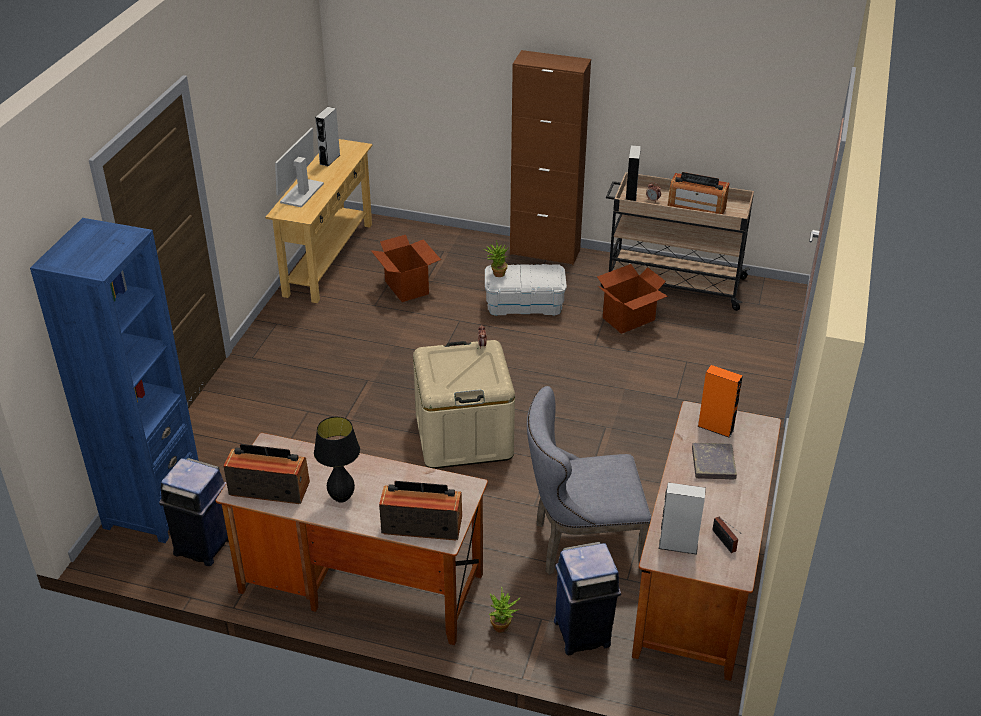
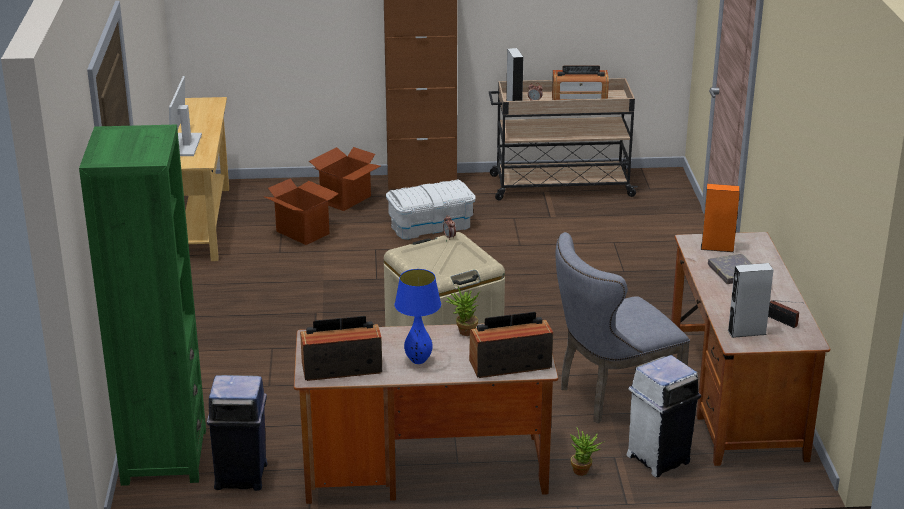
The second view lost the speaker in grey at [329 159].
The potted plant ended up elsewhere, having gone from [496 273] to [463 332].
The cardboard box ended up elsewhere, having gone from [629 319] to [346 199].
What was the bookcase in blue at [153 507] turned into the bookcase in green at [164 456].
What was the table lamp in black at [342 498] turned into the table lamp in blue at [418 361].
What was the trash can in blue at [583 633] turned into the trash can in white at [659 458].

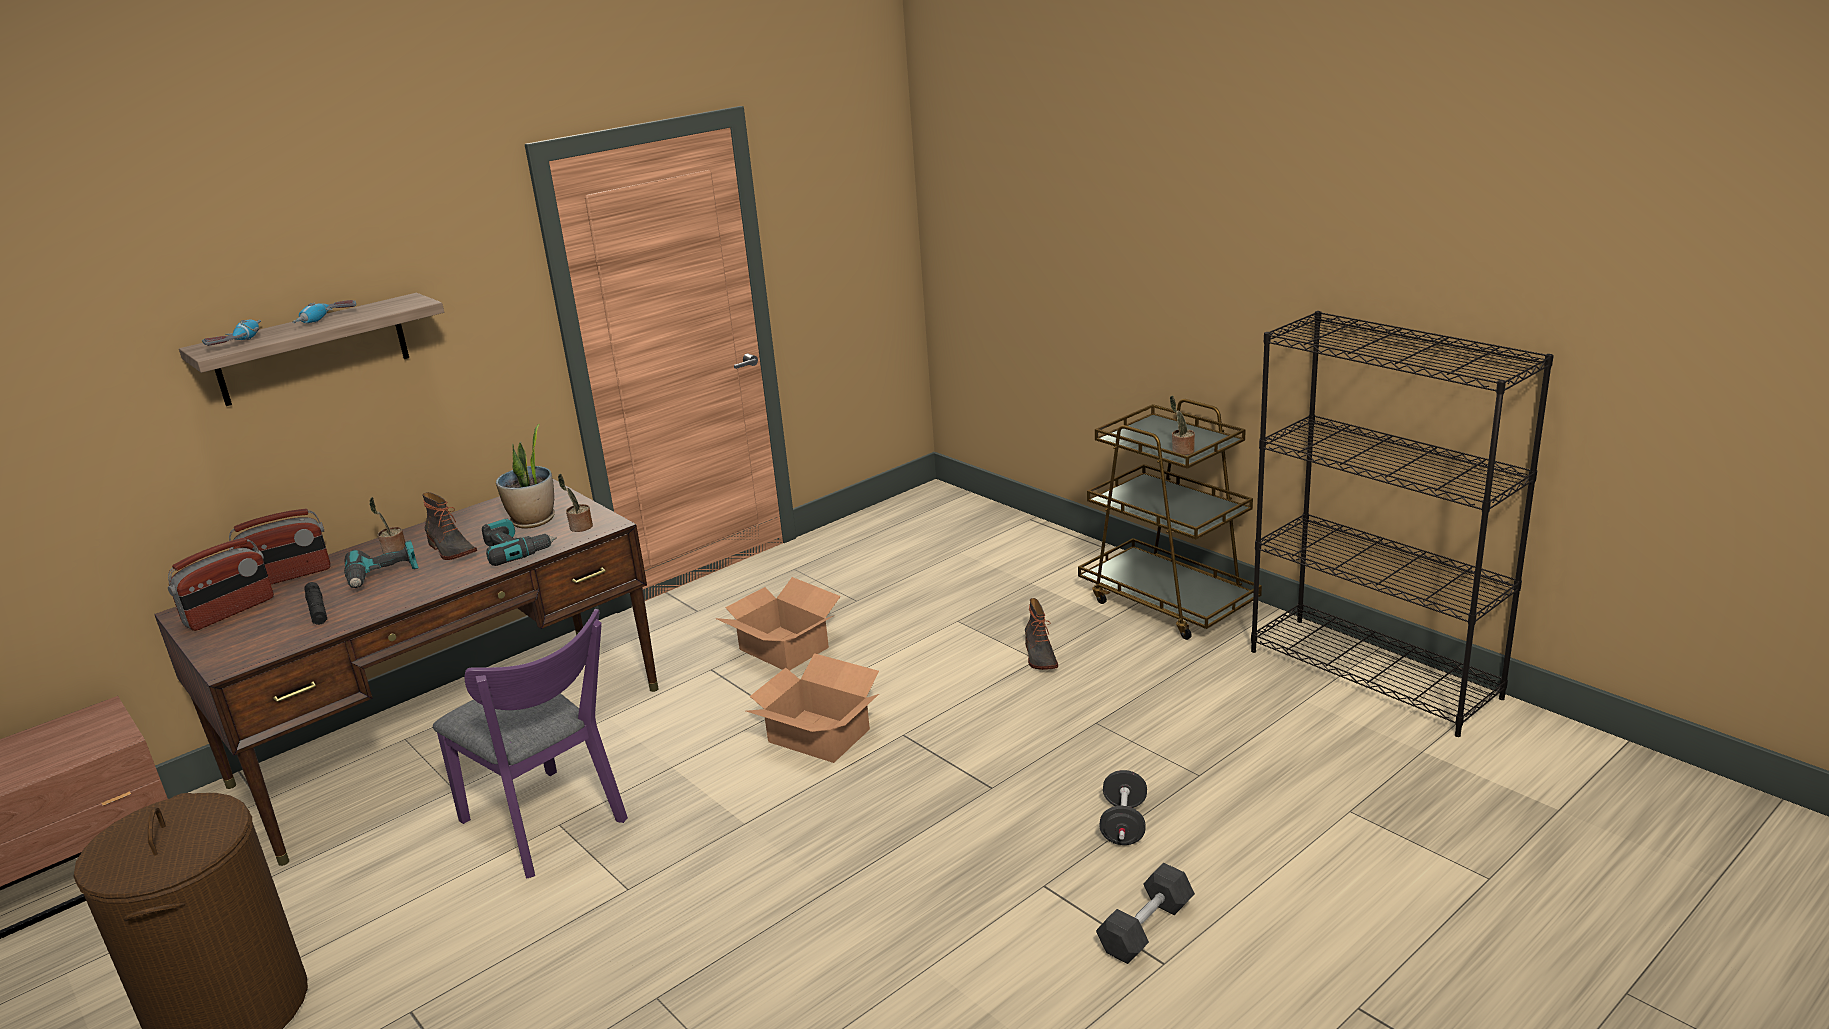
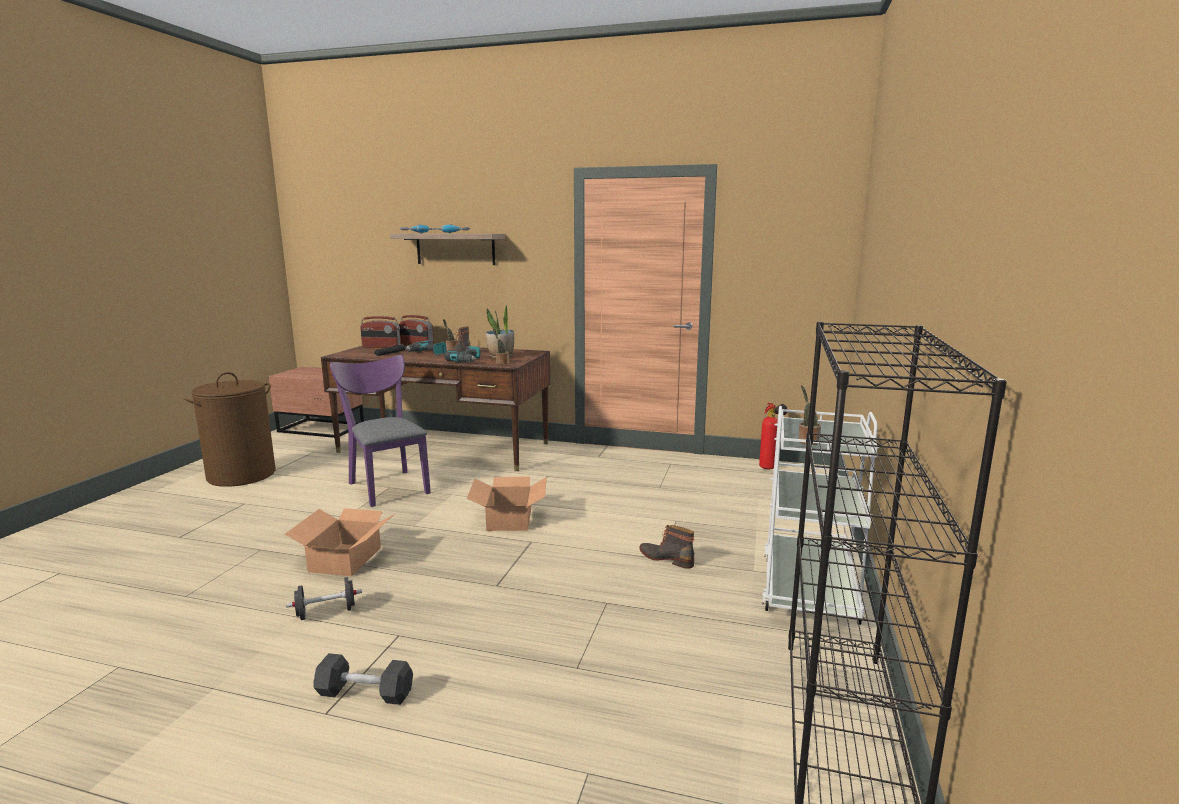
The second view gained the fire extinguisher at [770 467].
The cardboard box ended up elsewhere, having gone from [784 648] to [346 559].
The dumbbell in black ended up elsewhere, having gone from [1123 825] to [326 612].
What was the cart in brown at [1168 602] turned into the cart in white at [809 588].
The chair in purple at [549 826] ended up facing another way, 135 degrees clockwise from before.
The boot at [1039 656] ended up facing another way, 75 degrees clockwise from before.

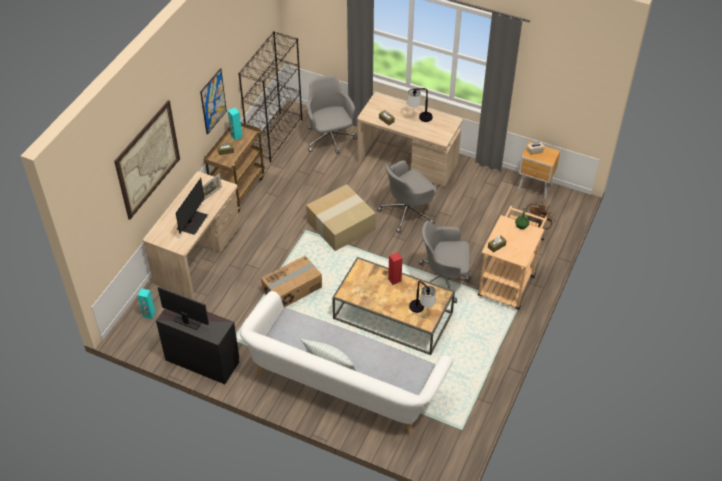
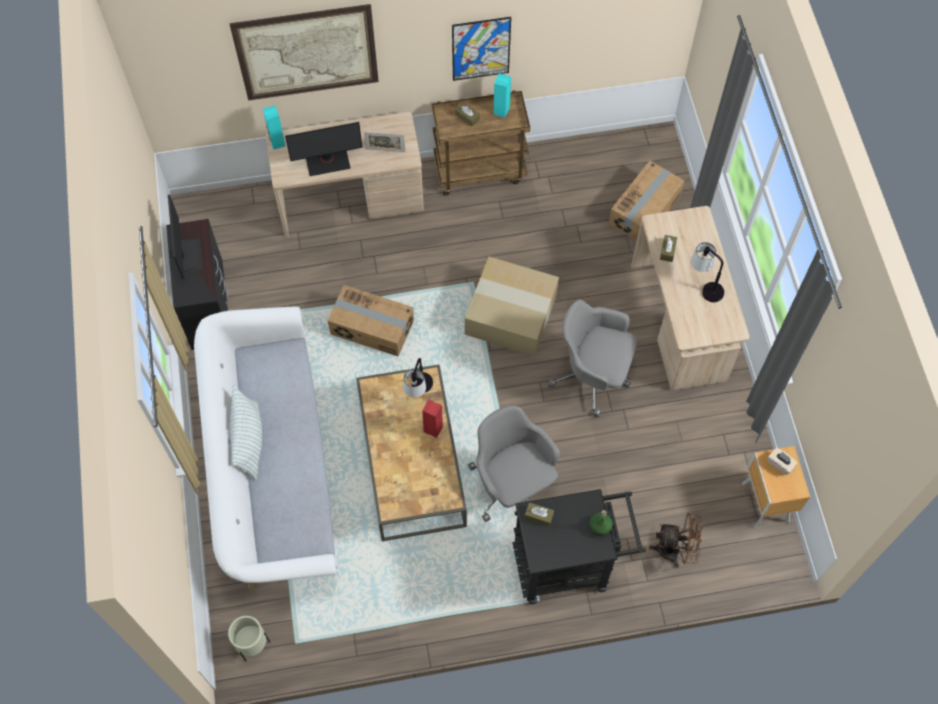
The second view lost the bookcase in black at [275 136].
The second view gained the planter in beige at [253 645].
The speaker in turquoise ended up elsewhere, having gone from [149 314] to [277 142].
The table lamp ended up elsewhere, having gone from [421 311] to [419 392].
Where the office chair in grey stood at [330 139], the cardboard box came to stand at [645 210].
What was the cart in beige at [508 281] turned into the cart in black at [569 563].

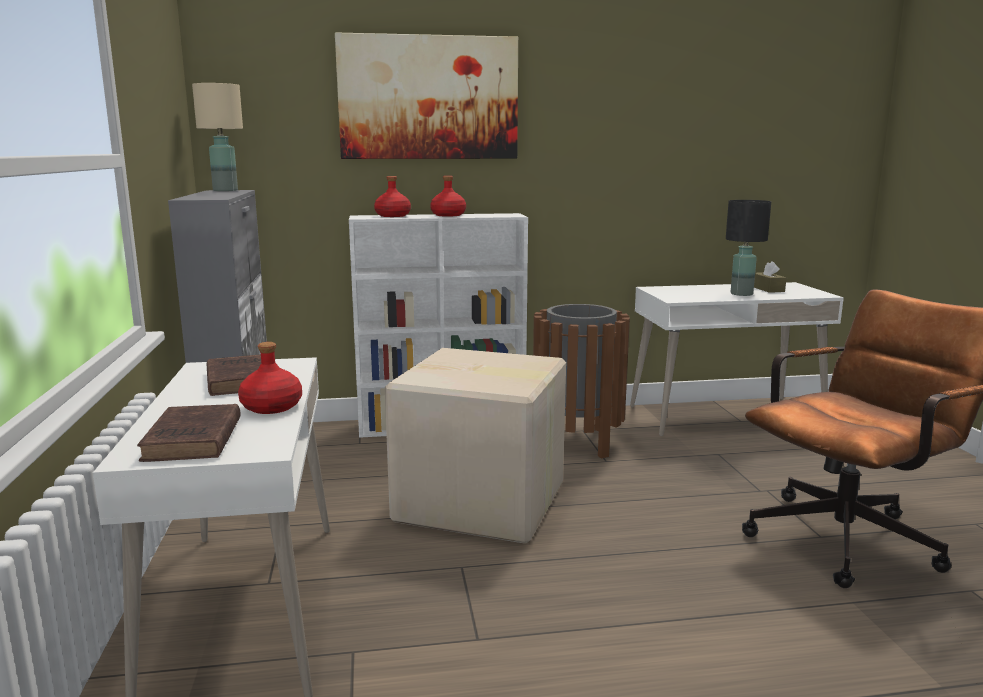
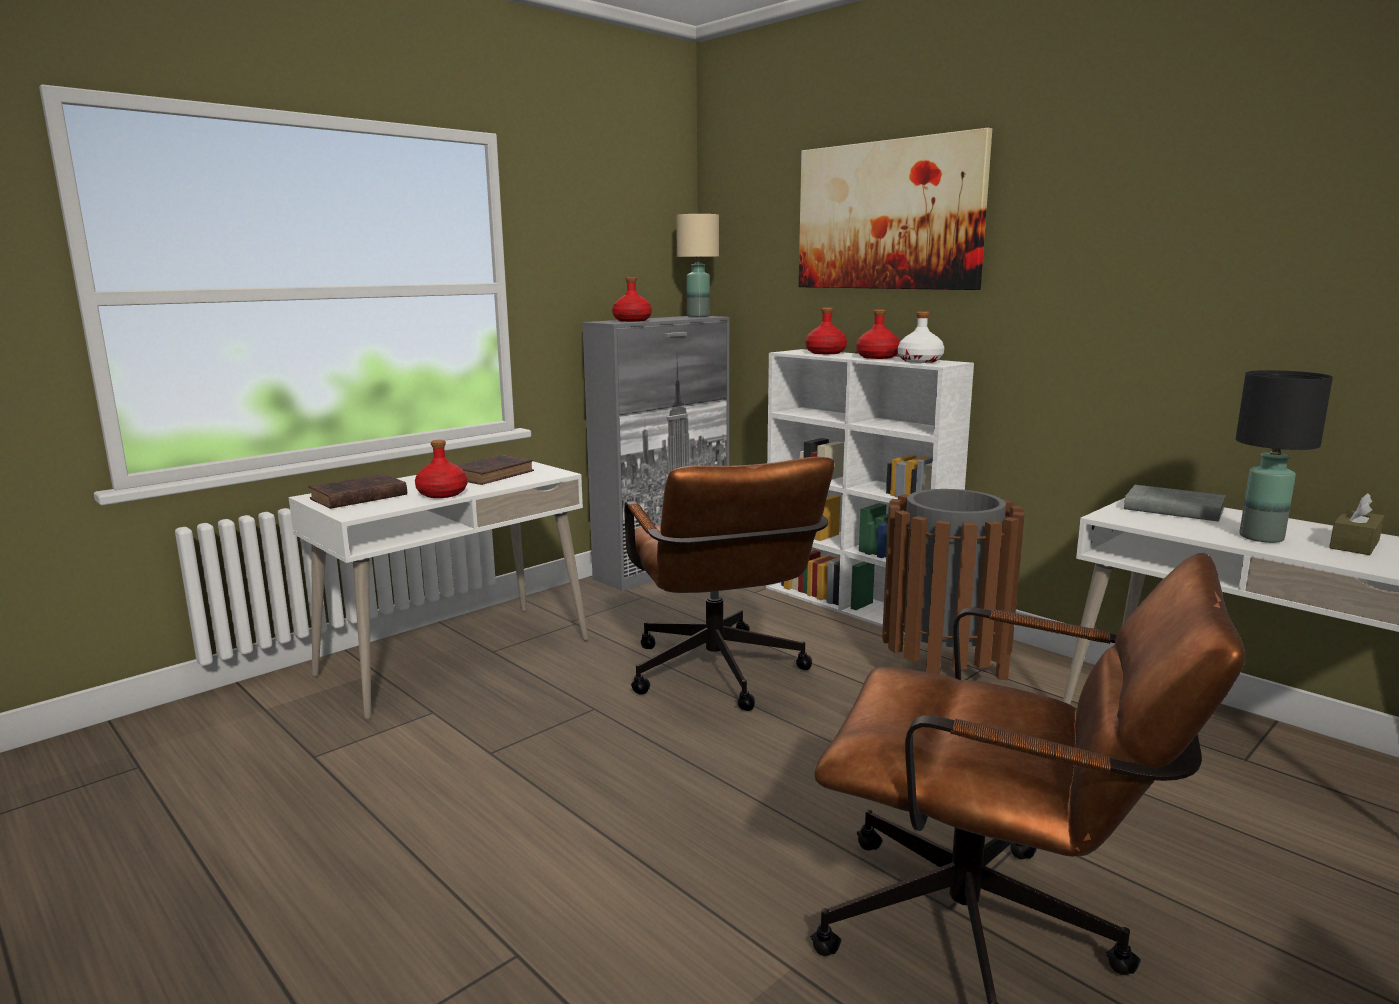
The second view gained the bottle in red at [632 320].
The second view gained the bottle in white at [919 361].
The second view gained the book in grey at [1170 509].
Where the cardboard box stood at [482 503], the office chair in brown came to stand at [720 678].

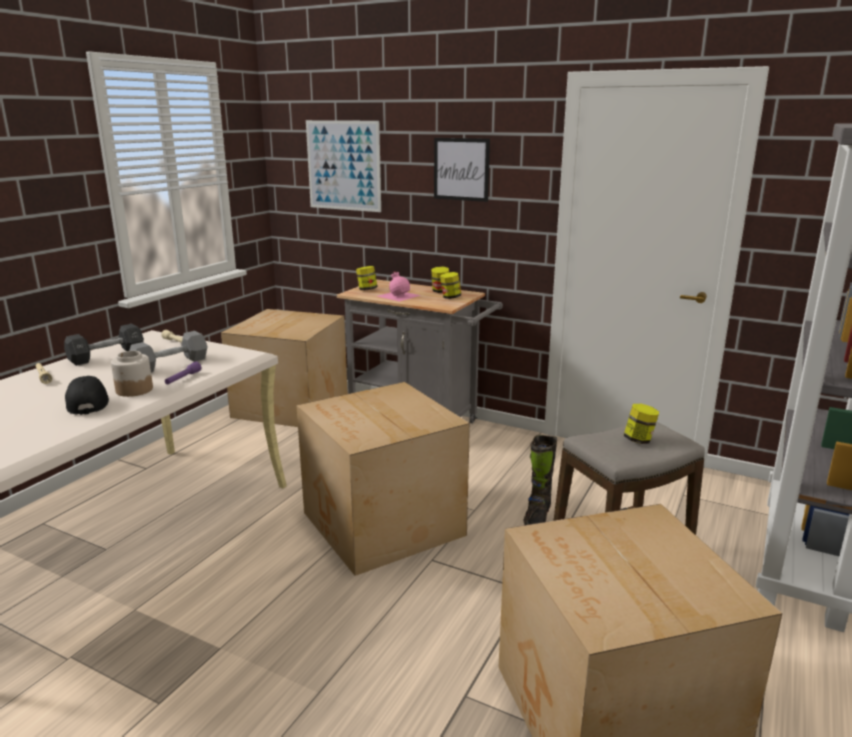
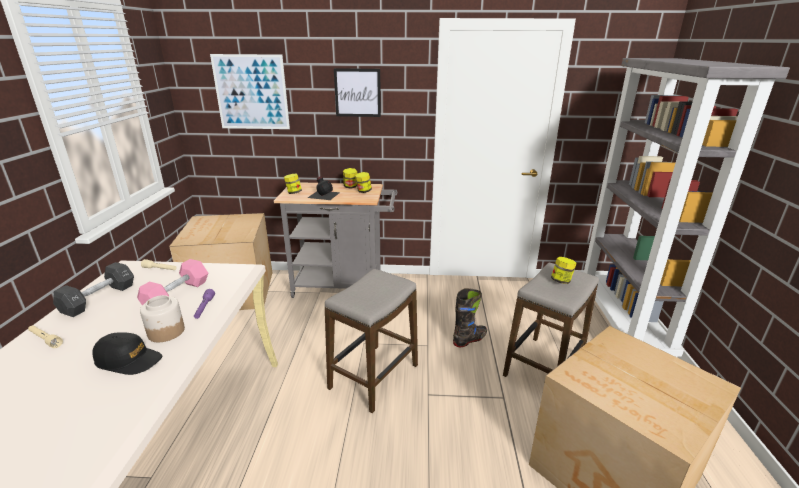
Where the cardboard box stood at [382 525], the stool came to stand at [374 377].
What was the dumbbell in grey at [170 364] turned into the dumbbell in pink at [177 295].
What was the bottle in pink at [398 295] turned into the bottle in black at [323 194].
The cap in black at [88 403] ended up facing another way, 150 degrees clockwise from before.
The boot in black at [537 517] ended up facing another way, 120 degrees counterclockwise from before.

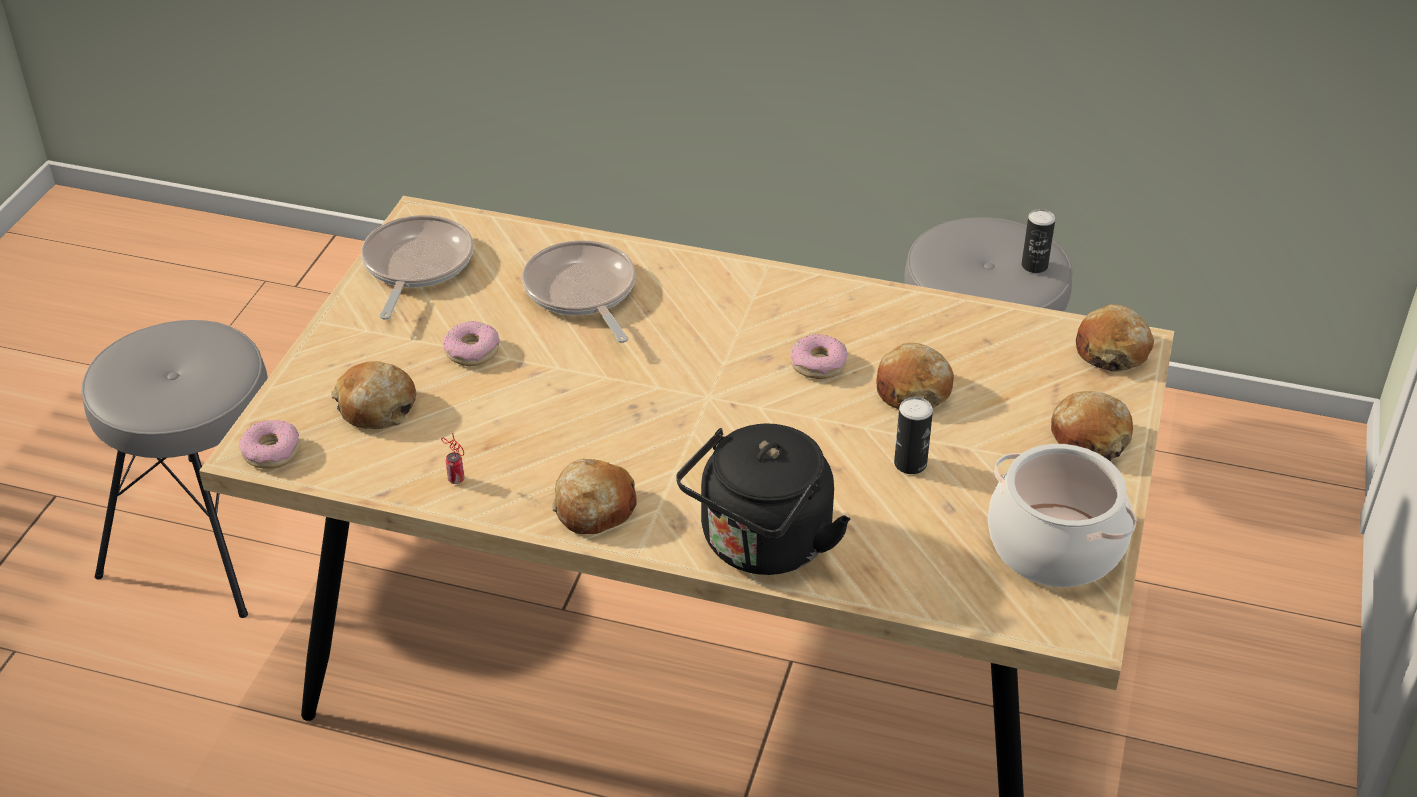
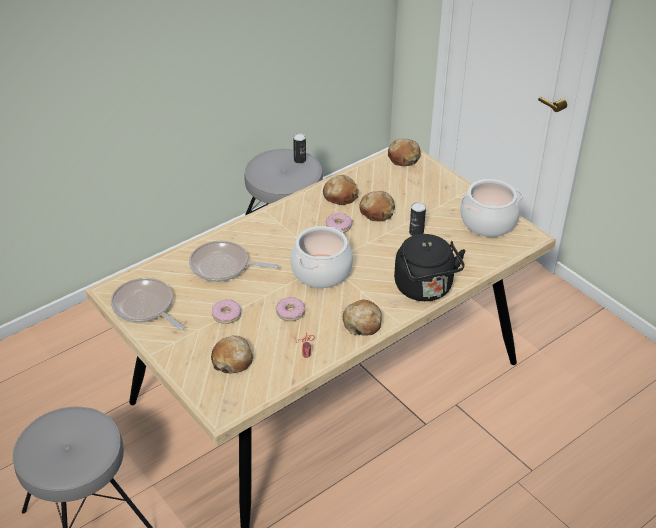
The second view gained the cooking pot at [321 272].
The donut ended up elsewhere, having gone from [272 451] to [290 312].
The bread ended up elsewhere, having gone from [1089 438] to [340 195].

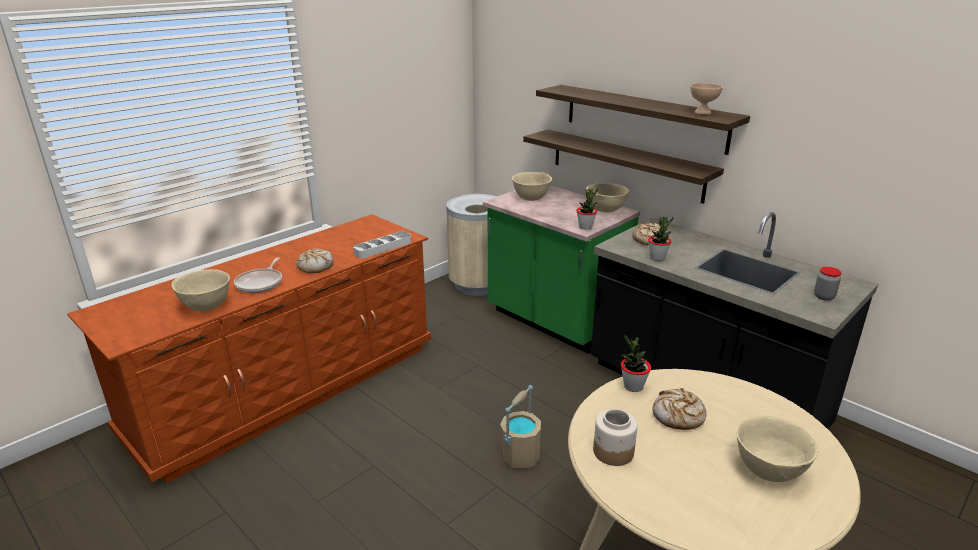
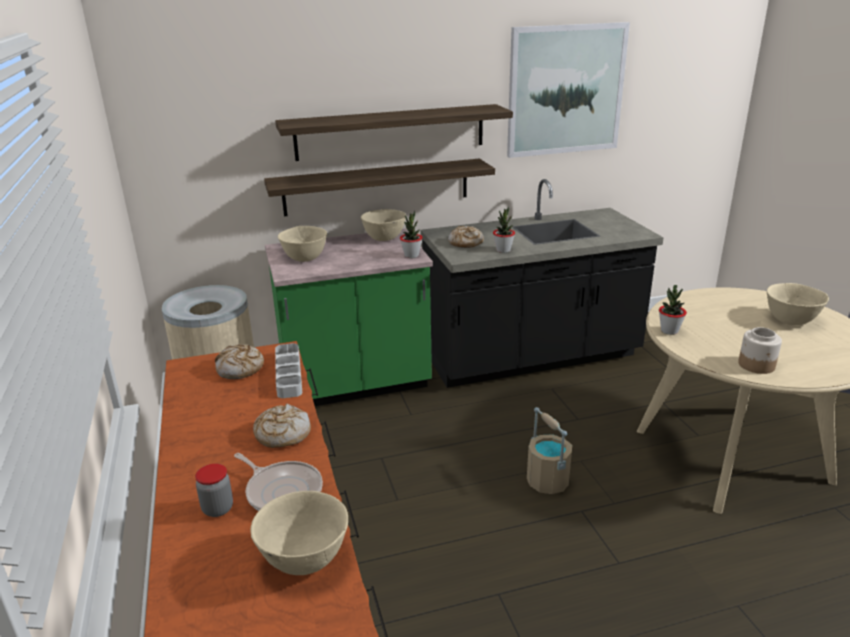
The second view lost the bowl in beige at [702 113].
The second view gained the picture at [565 90].
The bread ended up elsewhere, having gone from [678 416] to [240 368].
The jar ended up elsewhere, having gone from [824 296] to [218 509].

